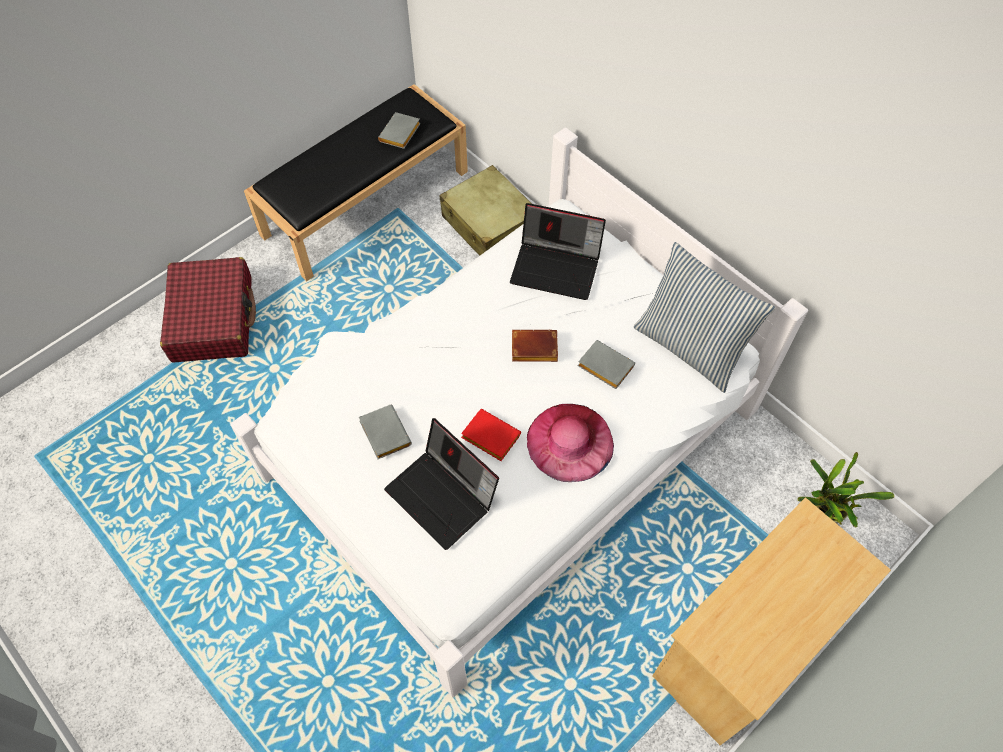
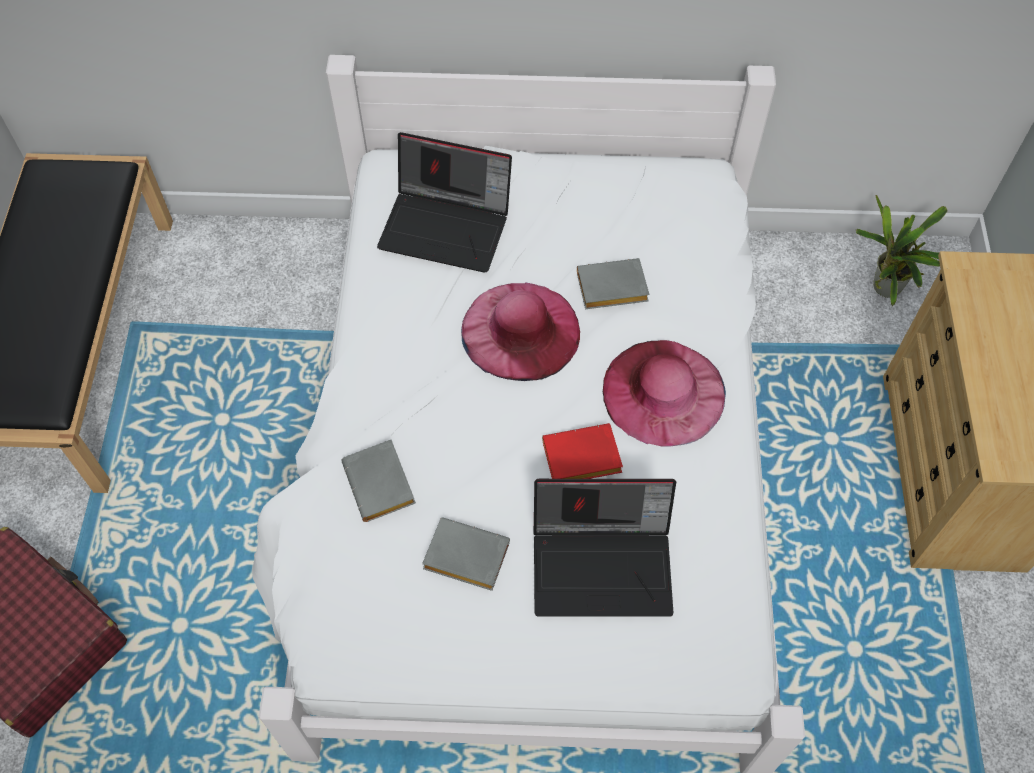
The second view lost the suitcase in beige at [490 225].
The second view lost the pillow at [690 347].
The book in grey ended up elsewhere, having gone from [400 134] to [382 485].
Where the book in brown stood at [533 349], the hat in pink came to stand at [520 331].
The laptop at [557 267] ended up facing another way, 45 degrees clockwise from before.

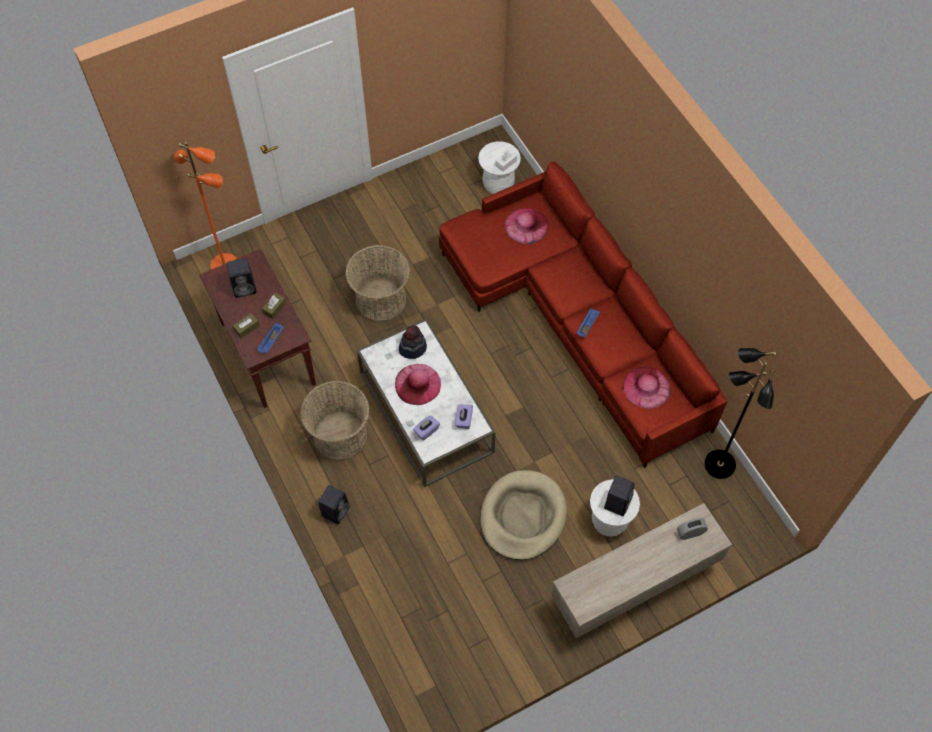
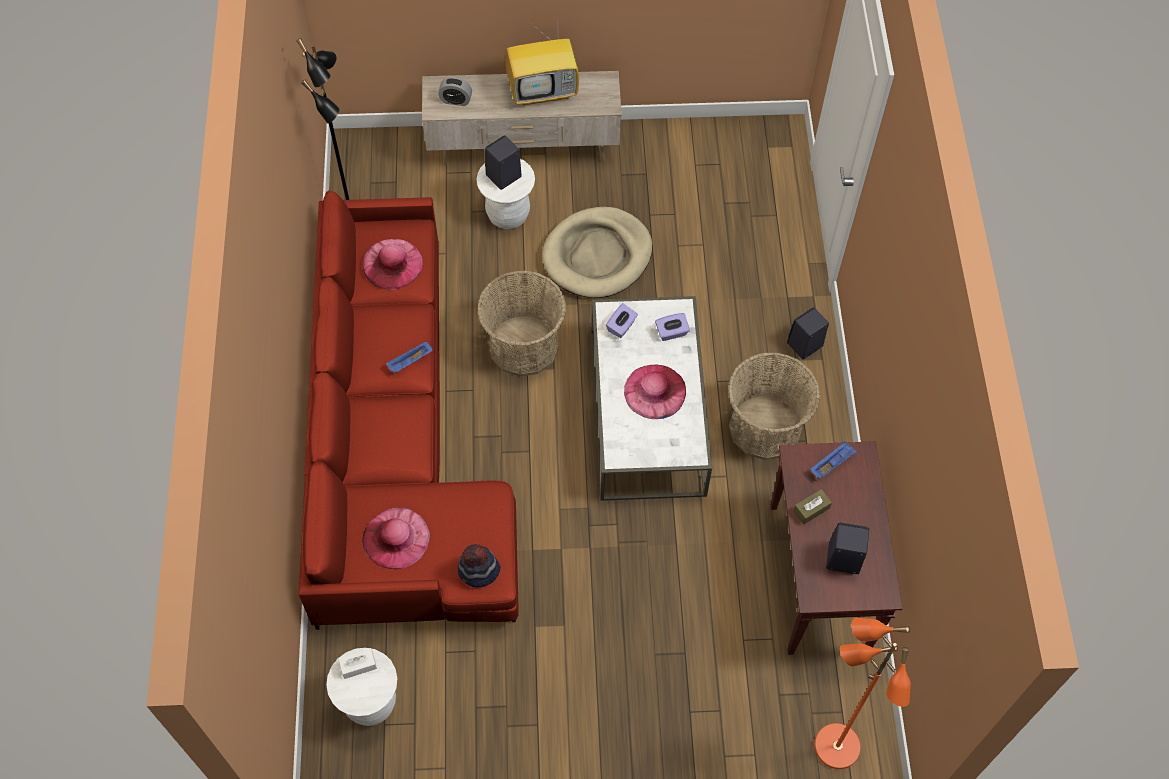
The second view lost the tissue box in brown at [246 328].
The second view gained the television at [544 90].
The basket ended up elsewhere, having gone from [381 300] to [523 345].
The hat ended up elsewhere, having gone from [412 348] to [479 571].

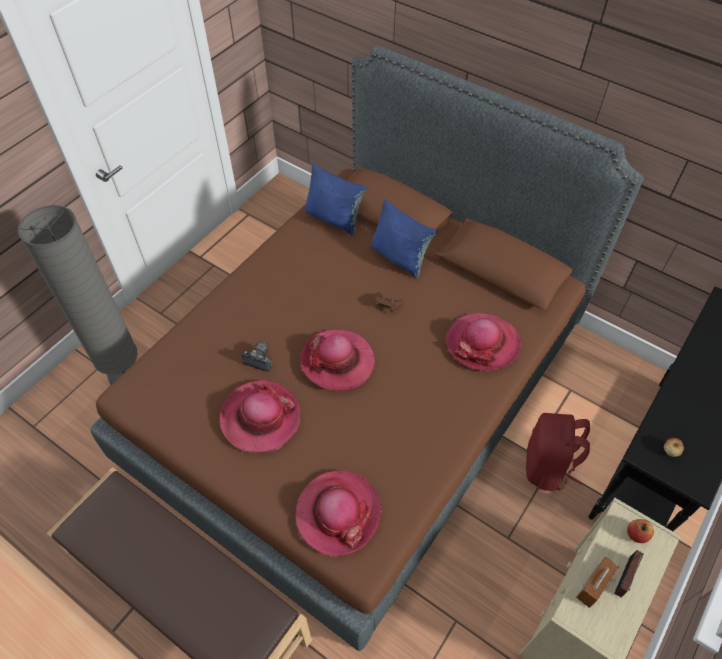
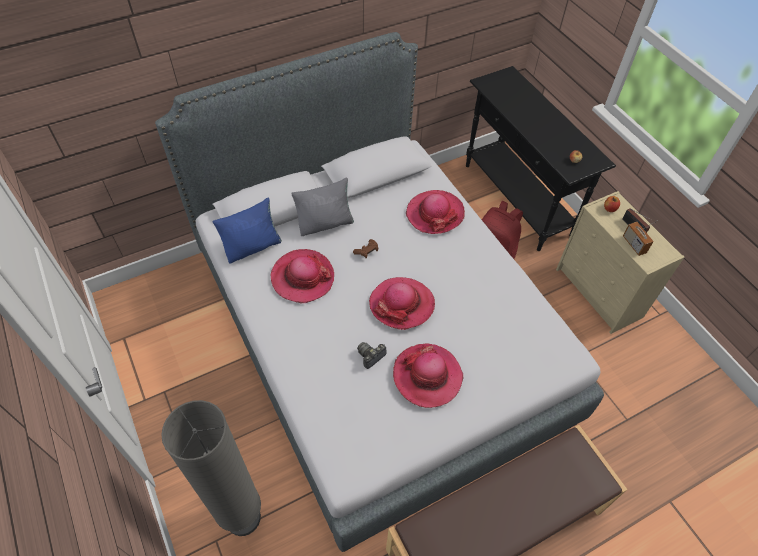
The hat ended up elsewhere, having gone from [338 513] to [302 277].
What was the bed in brown at [360 393] turned into the bed in grey at [376 334].
What was the pillow in blue at [400 258] turned into the pillow in grey at [325 223].

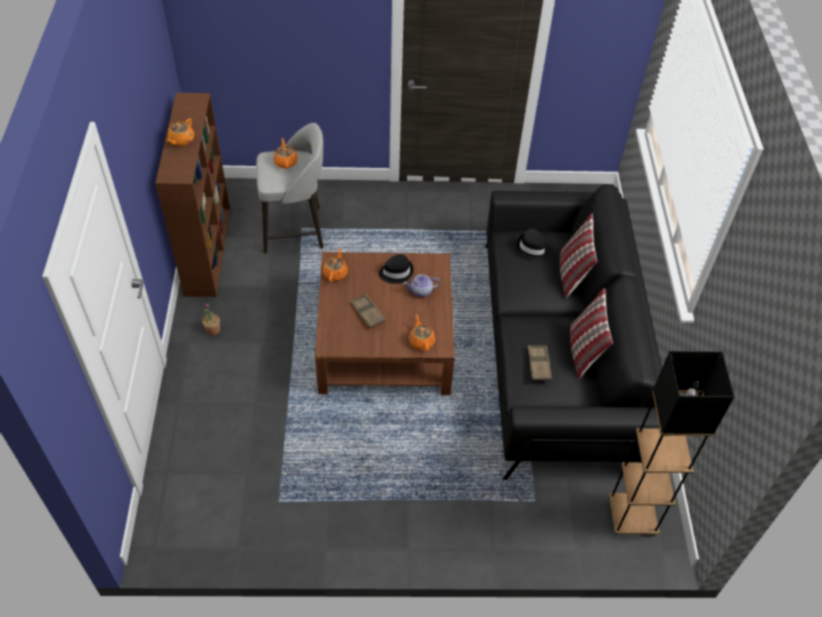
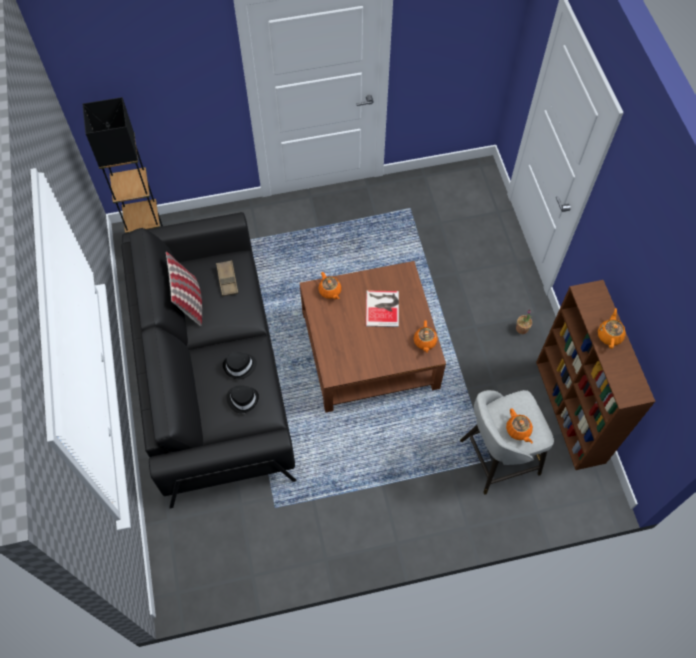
The second view lost the teapot at [421 291].
The second view lost the pillow at [571 274].
The hat in black ended up elsewhere, having gone from [396 272] to [240 366].
Where the tray in brown stood at [367 313], the book came to stand at [383 307].

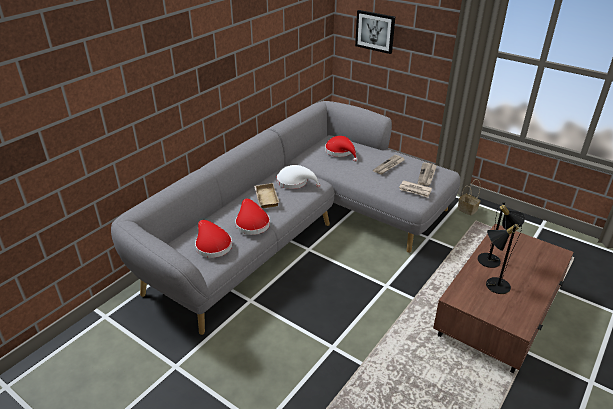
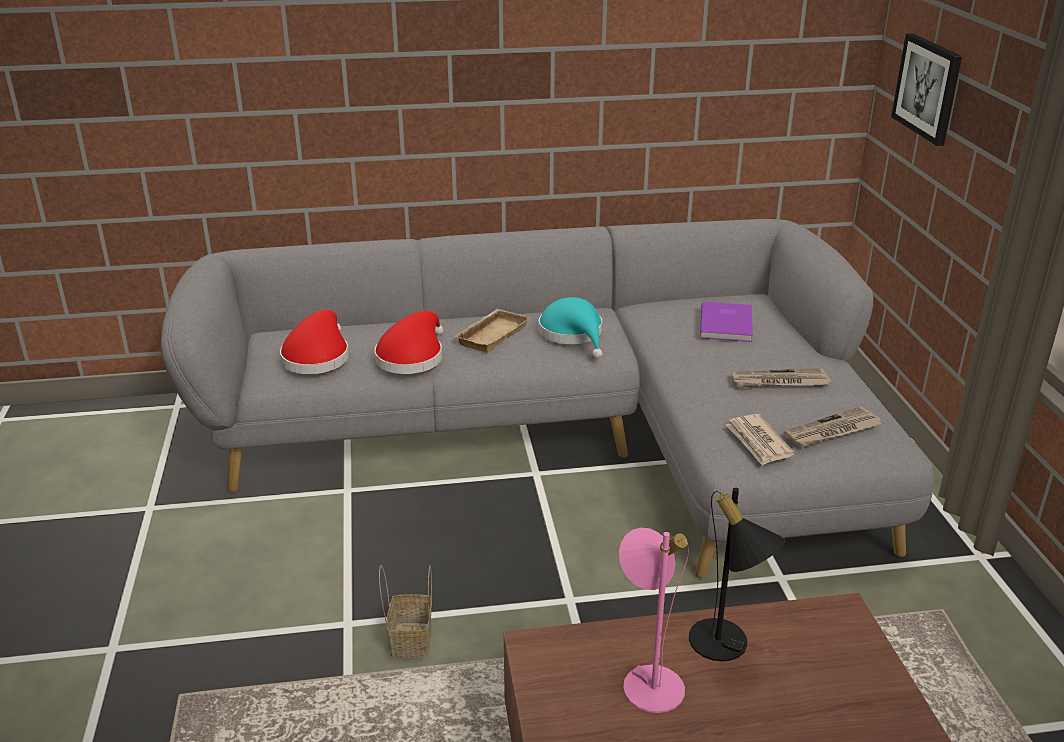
The basket ended up elsewhere, having gone from [466 209] to [410 638].
Where the hat in red stood at [340 152], the book in purple came to stand at [727 324].
What was the hat in white at [295 182] turned into the hat in turquoise at [573 334].
What was the table lamp in black at [493 284] turned into the table lamp in pink at [649 679].

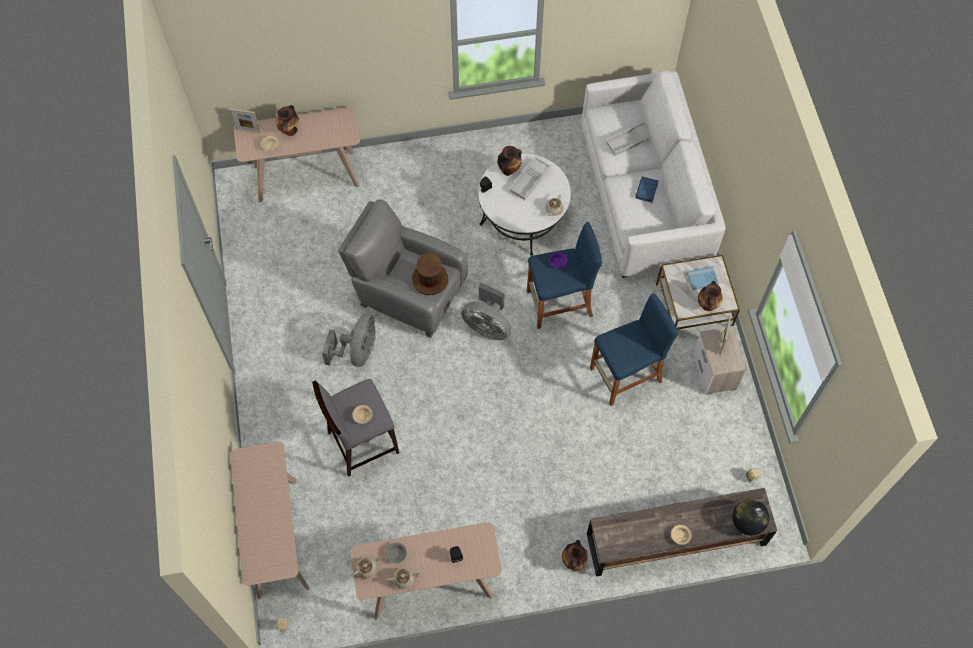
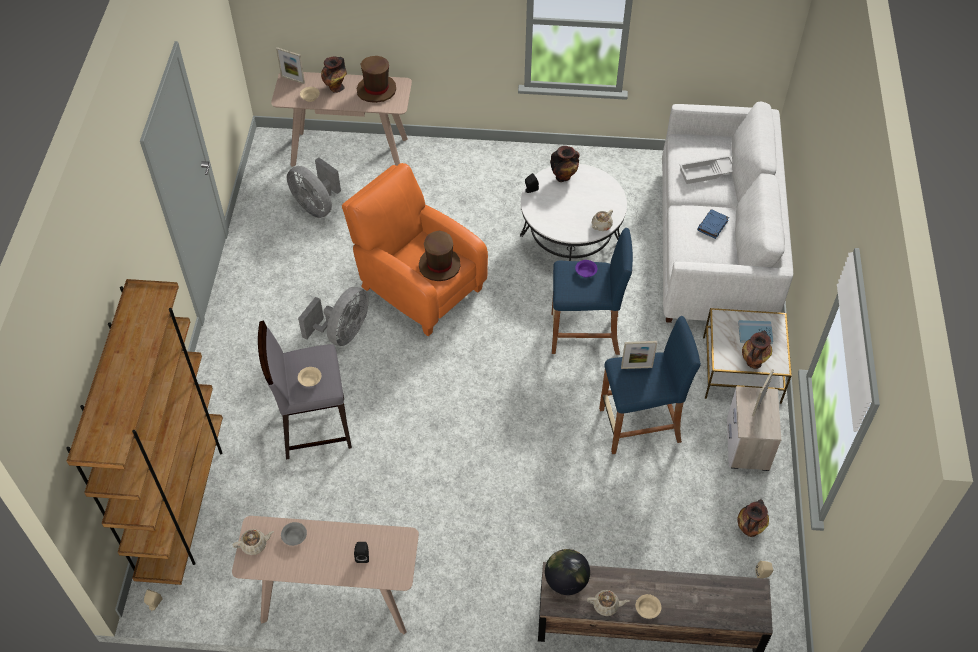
The second view lost the tray in white at [530 181].
The second view gained the hat in brown at [376 90].
The second view gained the picture frame at [636 367].
The teapot in beige ended up elsewhere, having gone from [404 579] to [606 605].
The fan in grey ended up elsewhere, having gone from [487 326] to [316 206].
The vase ended up elsewhere, having gone from [573 561] to [749 529].
The globe ended up elsewhere, having gone from [747 522] to [566 581].
Where the console table in beige stood at [277 537], the bookcase in brown came to stand at [183 504].
What was the armchair in grey at [408 292] turned into the armchair in orange at [418 285].

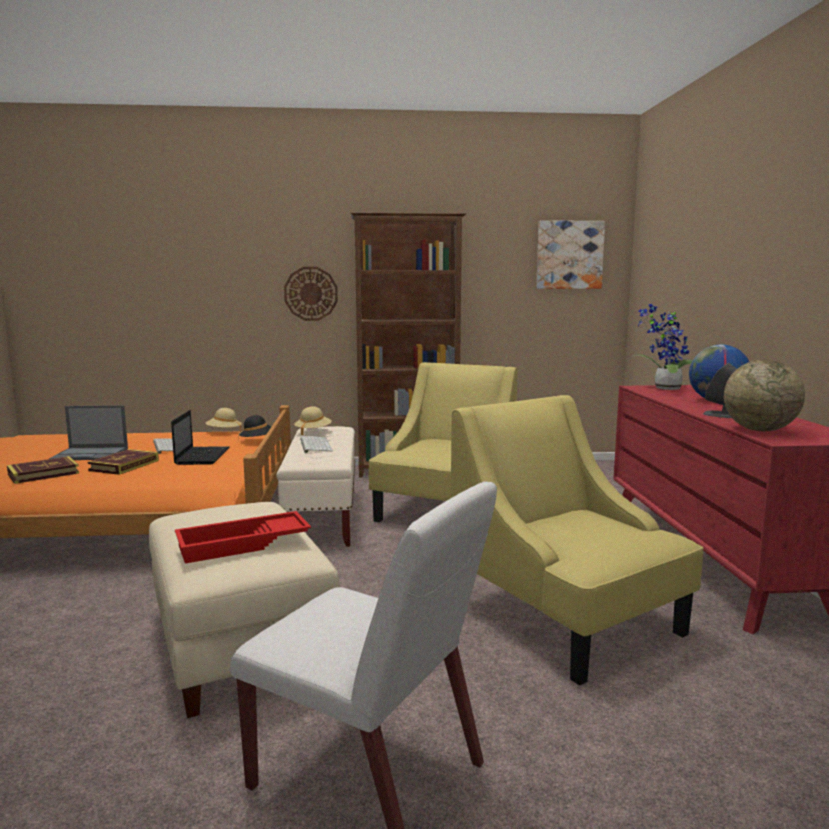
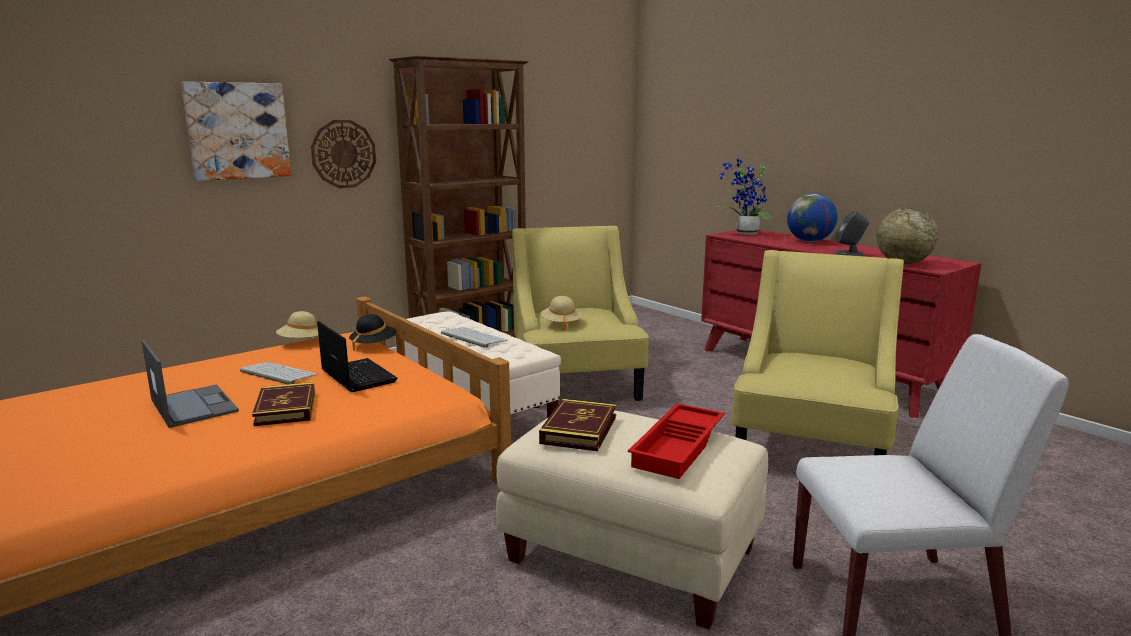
The book ended up elsewhere, having gone from [43 474] to [579 430].
The hat in beige ended up elsewhere, having gone from [313 431] to [561 324].
The picture ended up elsewhere, having gone from [569 255] to [237 131].
The laptop at [91 454] ended up facing another way, 90 degrees counterclockwise from before.
The armchair in yellow at [566 617] ended up facing another way, 90 degrees clockwise from before.

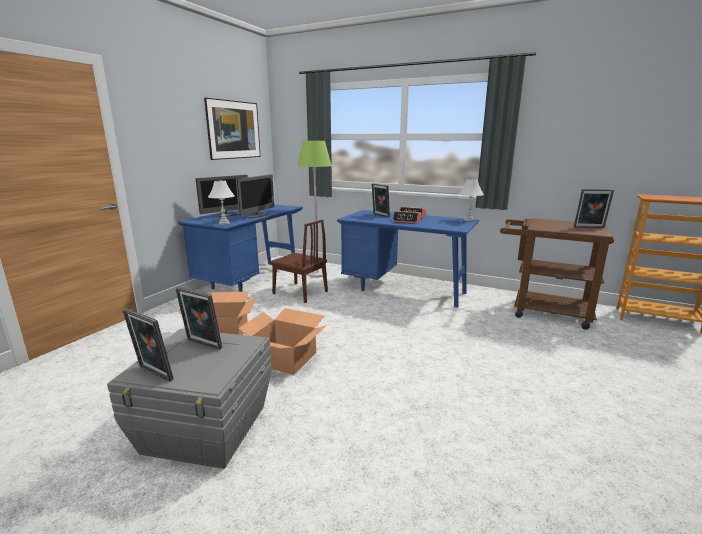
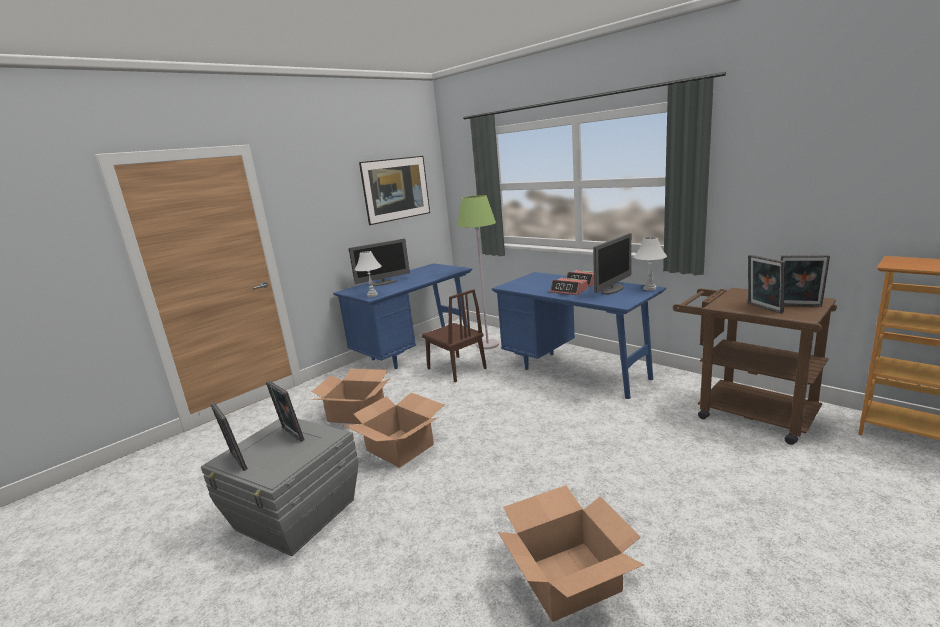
The second view gained the cardboard box at [568 578].
The monitor ended up elsewhere, having gone from [257 215] to [613 289].
The picture frame ended up elsewhere, having gone from [380 215] to [763 308].

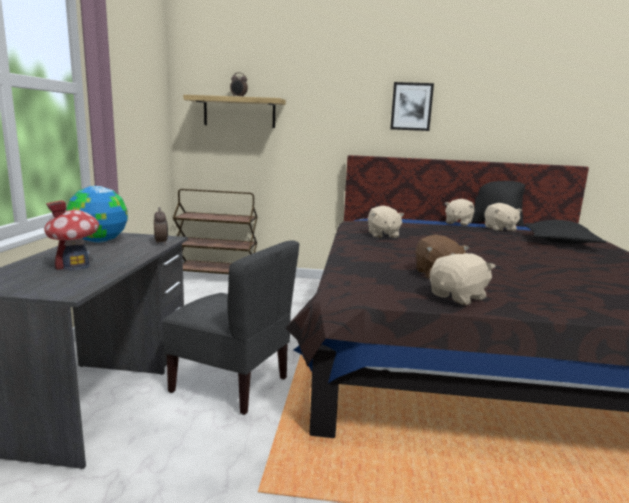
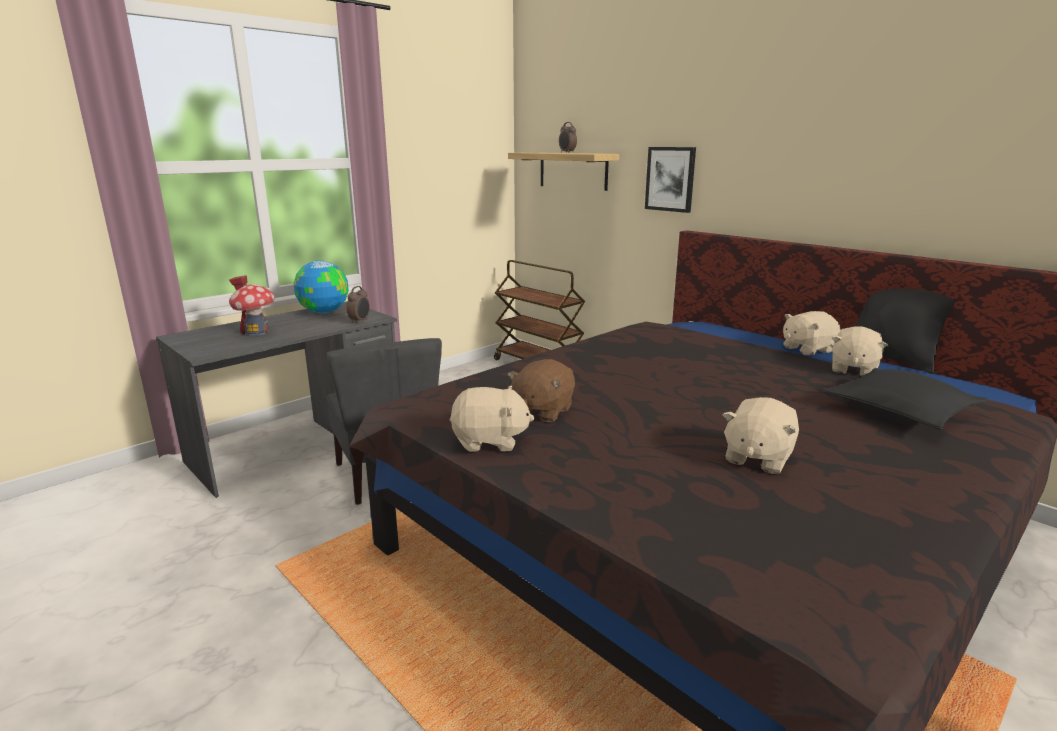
The plush toy in beige ended up elsewhere, having gone from [382 235] to [757 458].
The picture ended up elsewhere, having gone from [411 106] to [670 179].

